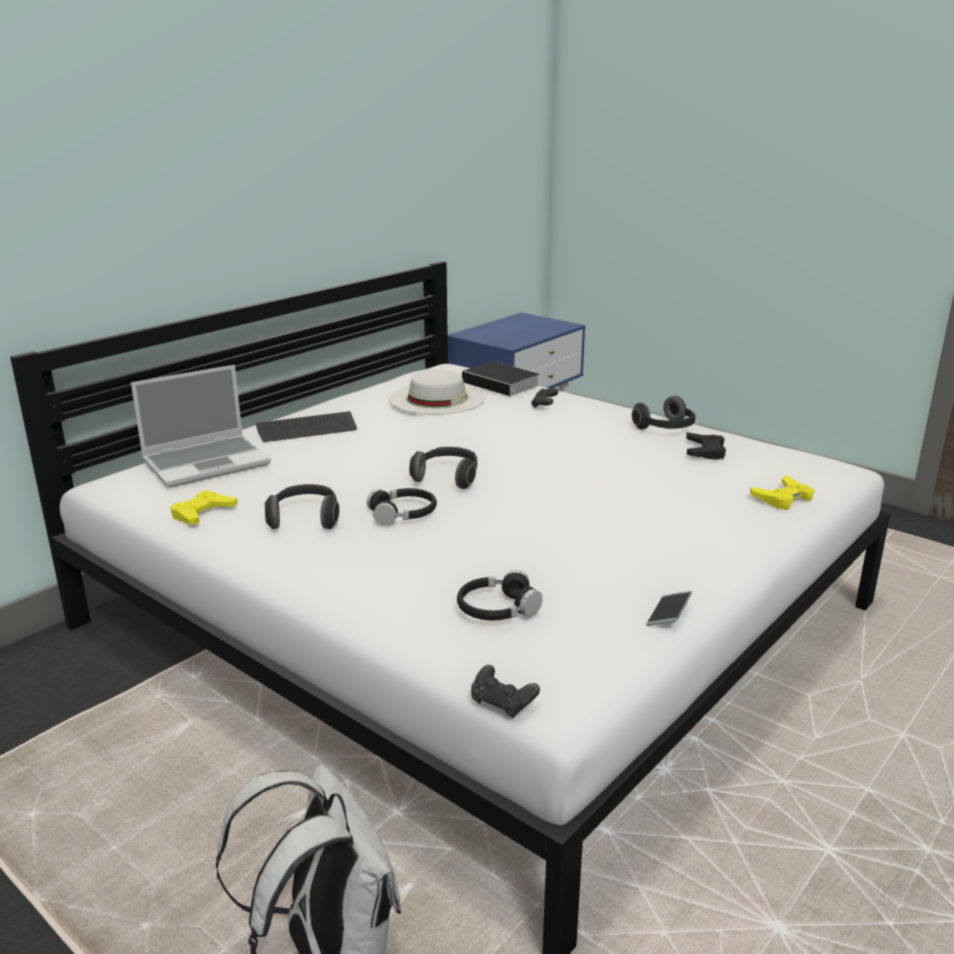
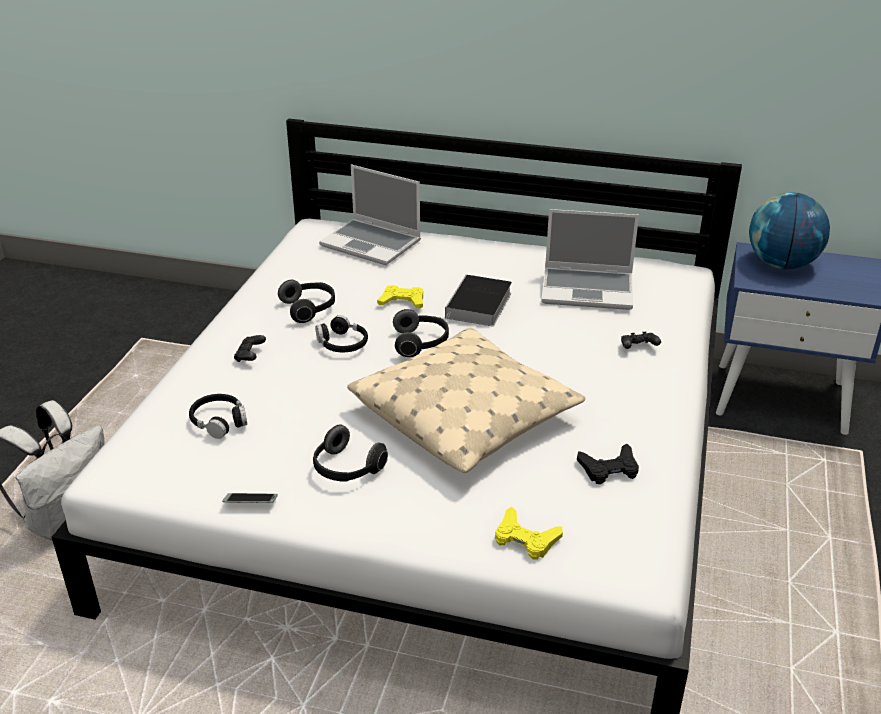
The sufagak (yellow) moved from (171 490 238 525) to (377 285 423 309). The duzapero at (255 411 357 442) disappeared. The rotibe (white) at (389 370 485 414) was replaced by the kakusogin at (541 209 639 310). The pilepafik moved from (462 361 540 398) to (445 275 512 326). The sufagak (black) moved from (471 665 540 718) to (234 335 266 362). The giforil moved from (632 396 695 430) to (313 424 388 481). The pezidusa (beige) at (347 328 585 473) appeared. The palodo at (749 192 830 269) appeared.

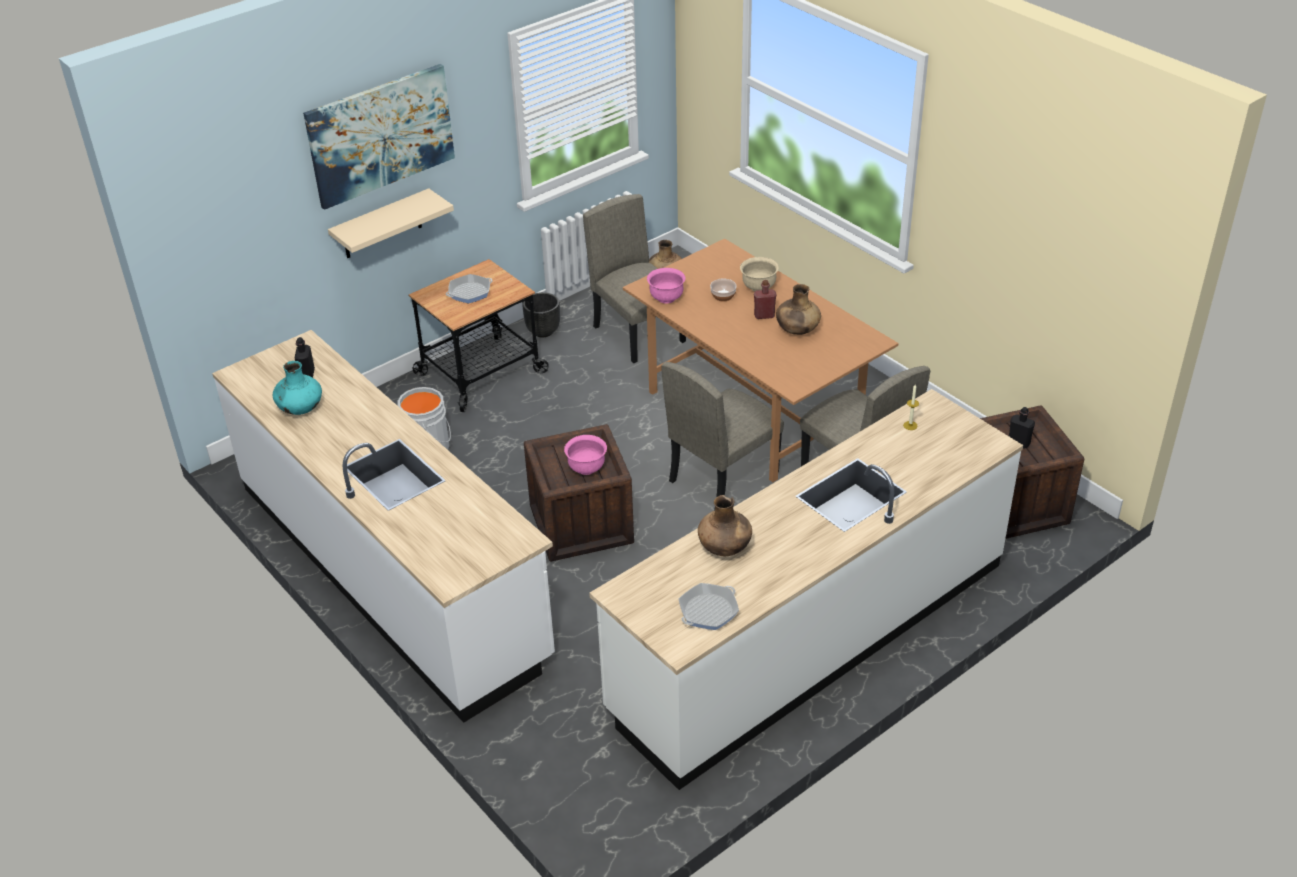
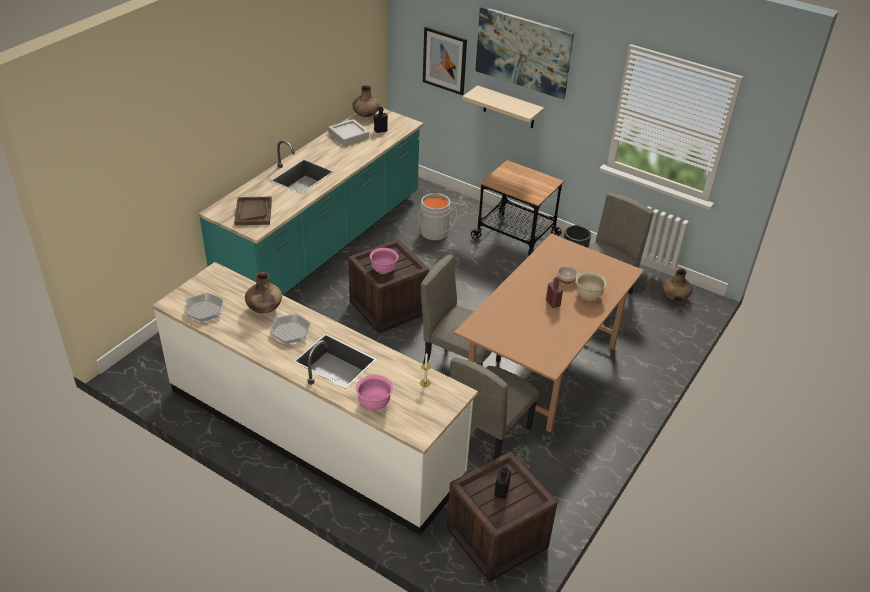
The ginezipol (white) at (212 330 555 723) became the ginezipol (turquoise) at (198 108 424 295). The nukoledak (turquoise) at (273 361 322 415) was replaced by the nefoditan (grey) at (328 119 370 146). The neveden moved from (446 274 492 303) to (270 314 311 344). The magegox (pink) moved from (647 268 685 304) to (356 375 393 410). The nukoledak (brown) moved from (776 284 821 335) to (352 85 380 117). The nefoditan (brown) at (234 197 272 225) appeared. The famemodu at (423 26 467 95) appeared.

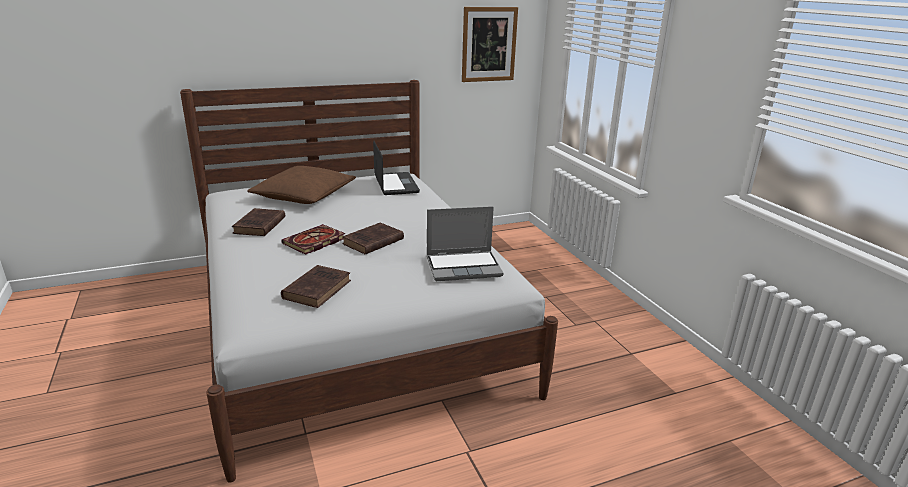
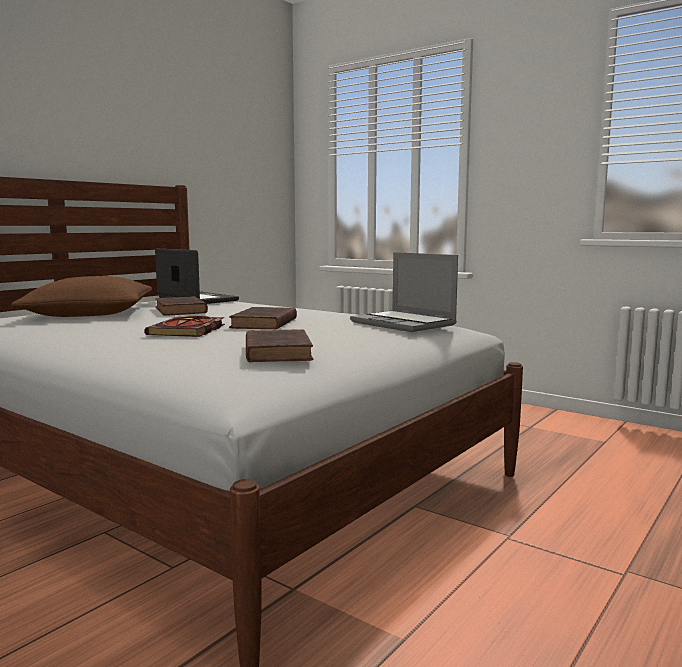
The pilepafik (brown) moved from (232 208 285 236) to (155 296 208 316). The kakusogin at (427 206 503 281) turned 90 degrees clockwise. The famemodu at (462 7 518 82) disappeared.

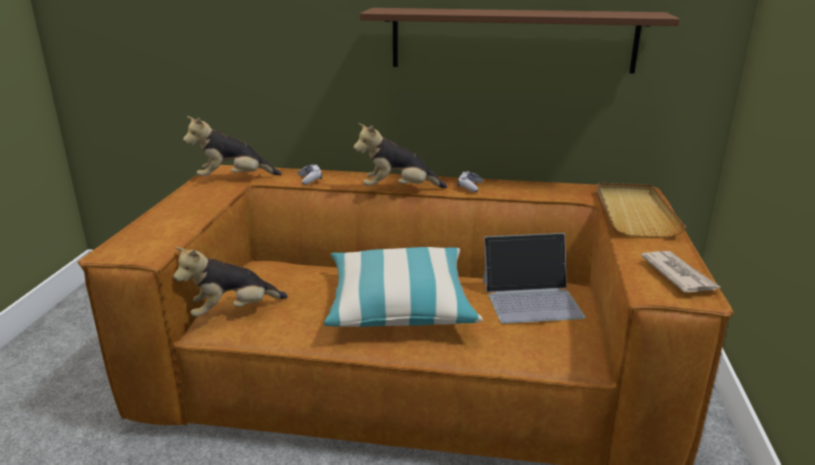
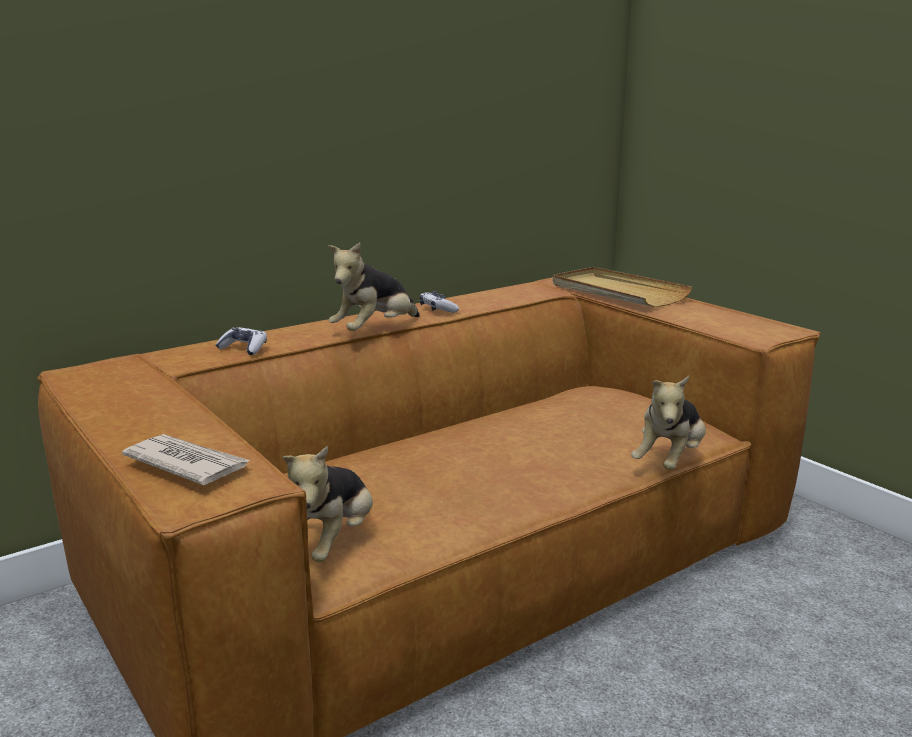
The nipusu moved from (183 116 281 176) to (631 376 706 470). The pezidusa at (324 247 483 327) disappeared. The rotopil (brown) at (360 8 680 74) disappeared. The kakusogin at (483 233 585 324) disappeared. The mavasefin moved from (641 251 720 293) to (122 434 251 485).

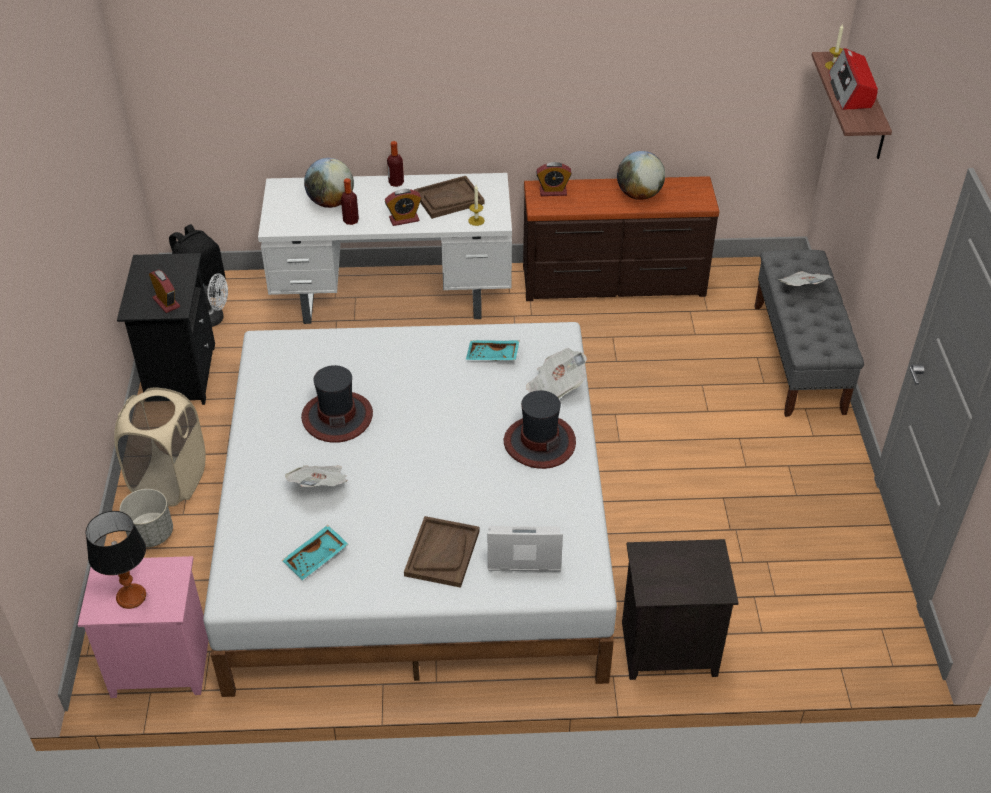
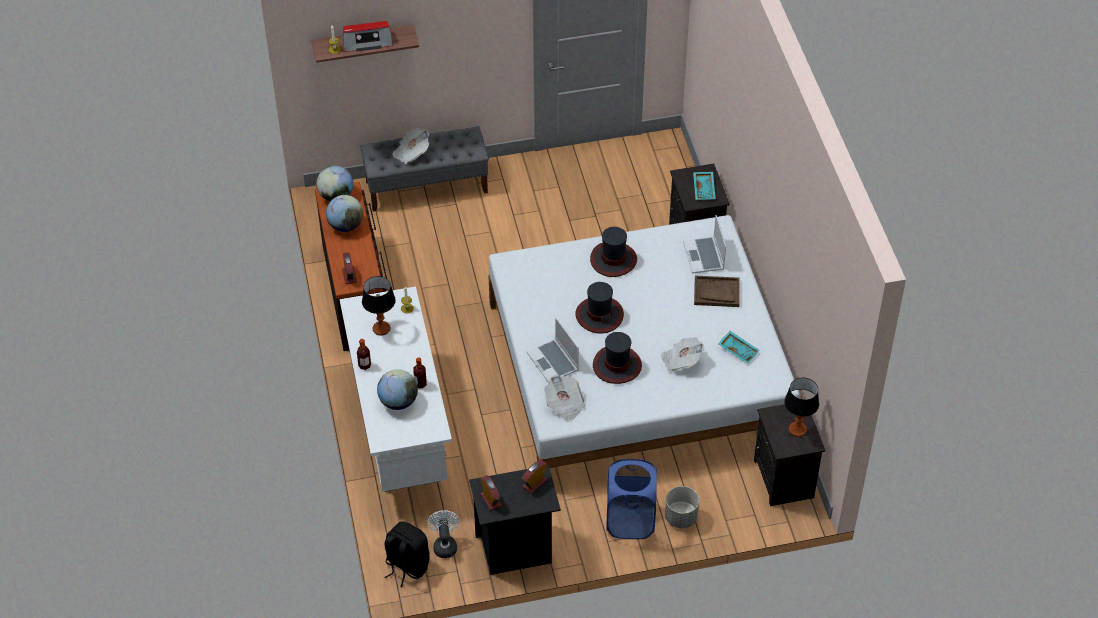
The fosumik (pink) at (78 556 209 698) became the fosumik (black) at (754 404 825 506). The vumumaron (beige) at (114 388 205 507) became the vumumaron (blue) at (606 458 657 539). The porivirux moved from (385 189 422 226) to (480 475 502 511). The nefoditan (brown) at (414 176 485 219) was replaced by the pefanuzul at (362 276 396 336). The nefoditan (turquoise) moved from (466 340 520 361) to (693 172 716 200). The mavasefin moved from (526 348 587 398) to (544 375 586 422). The palodo at (316 165 353 202) appeared. The kakusogin at (527 317 579 383) appeared. The rotibe at (575 282 624 334) appeared.

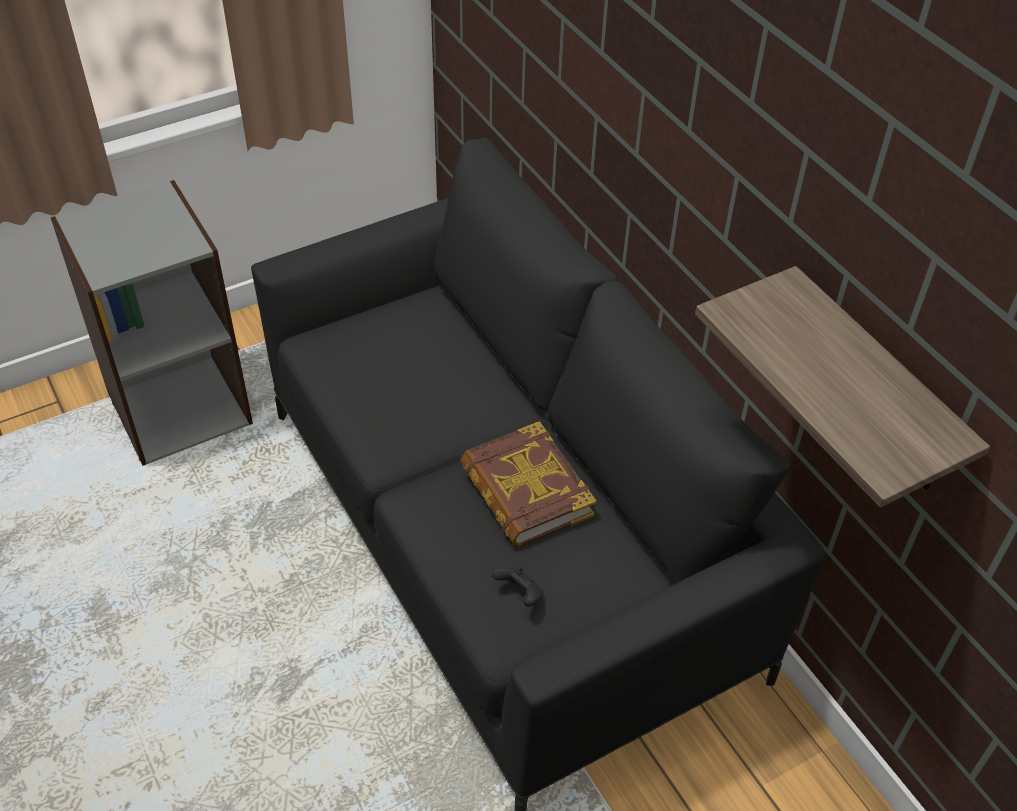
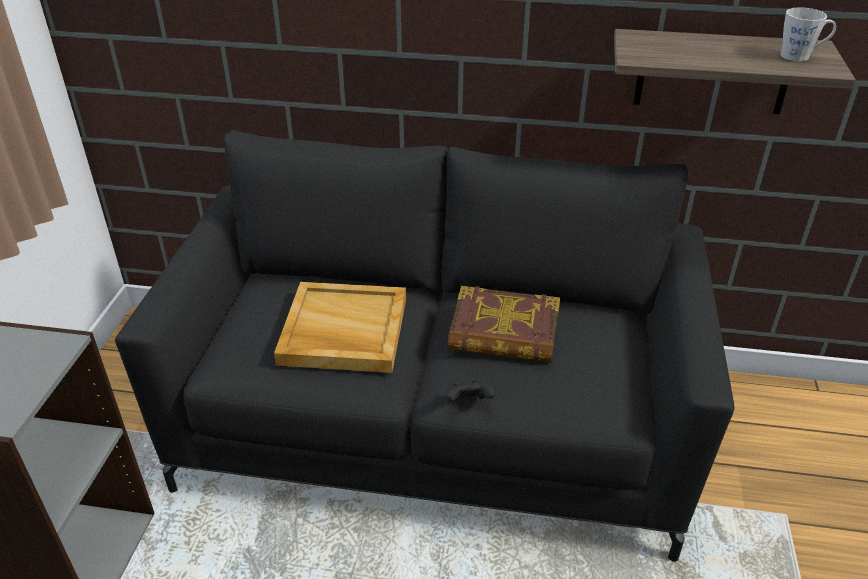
The sufagak (black) moved from (492 567 543 606) to (446 381 495 402). The nefoditan (beige) at (274 282 406 373) appeared. The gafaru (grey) at (780 7 836 61) appeared.

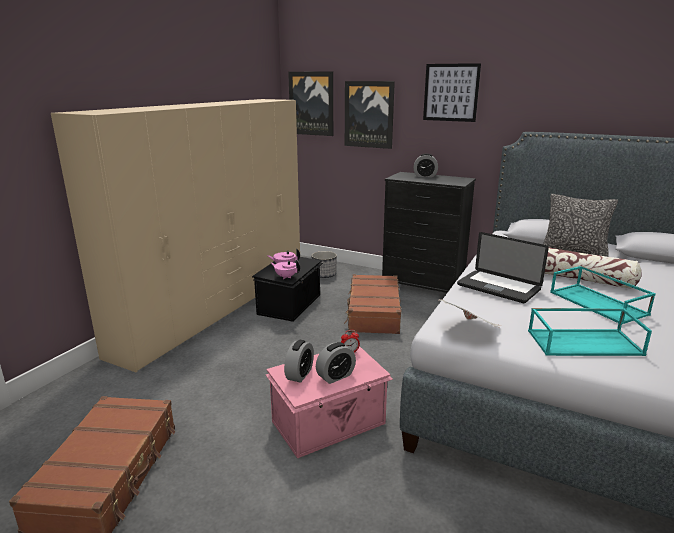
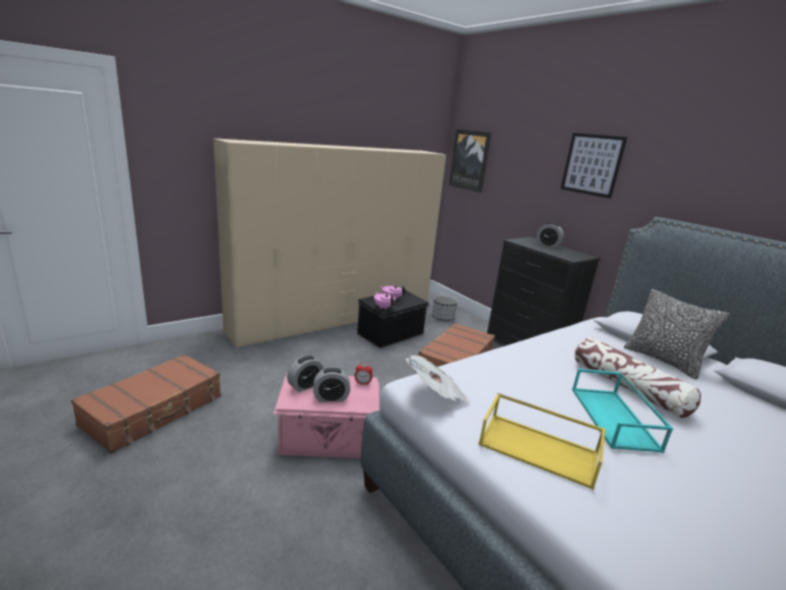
The famemodu at (345 81 395 149) disappeared. The kakusogin at (457 232 549 303) disappeared. The nefoditan (turquoise) at (528 308 652 356) became the nefoditan (yellow) at (478 393 606 490).

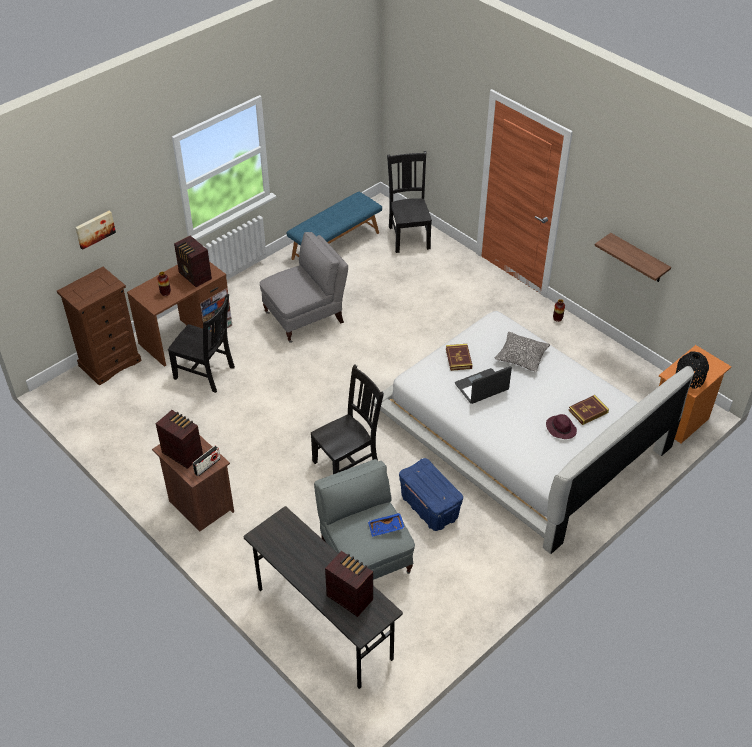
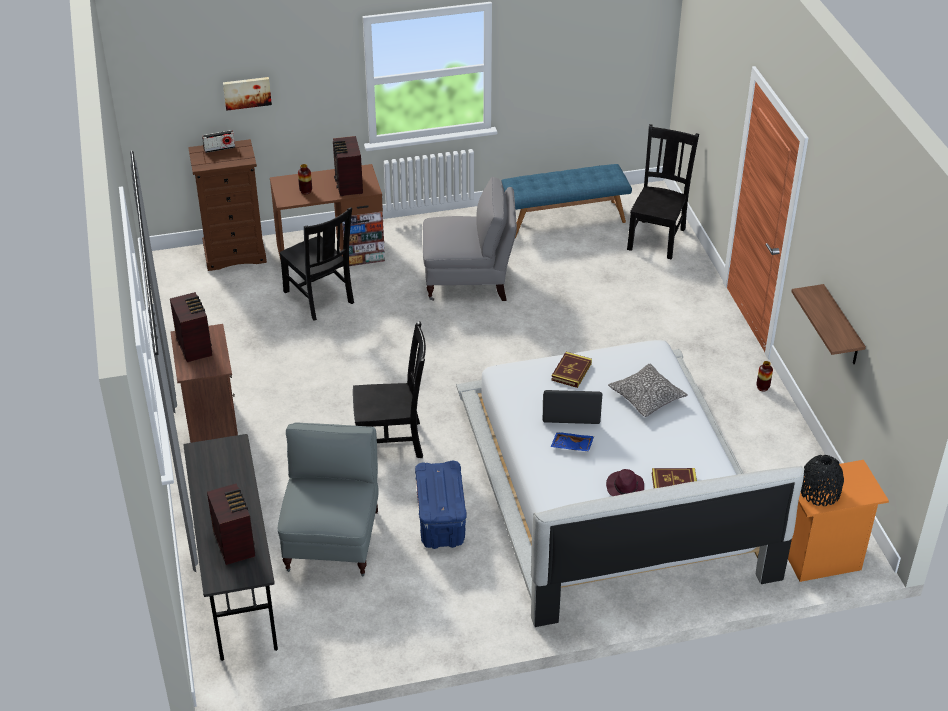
The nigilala moved from (193 446 221 476) to (202 130 235 153). The nefoditan (blue) moved from (368 513 405 537) to (551 432 594 451).

